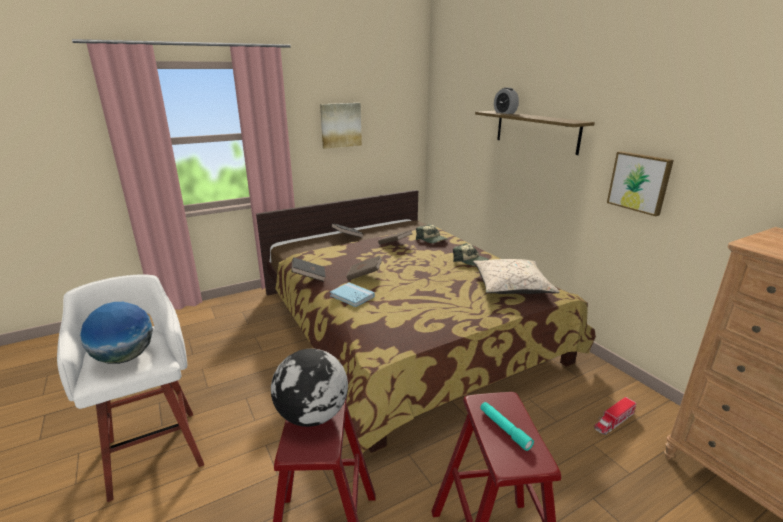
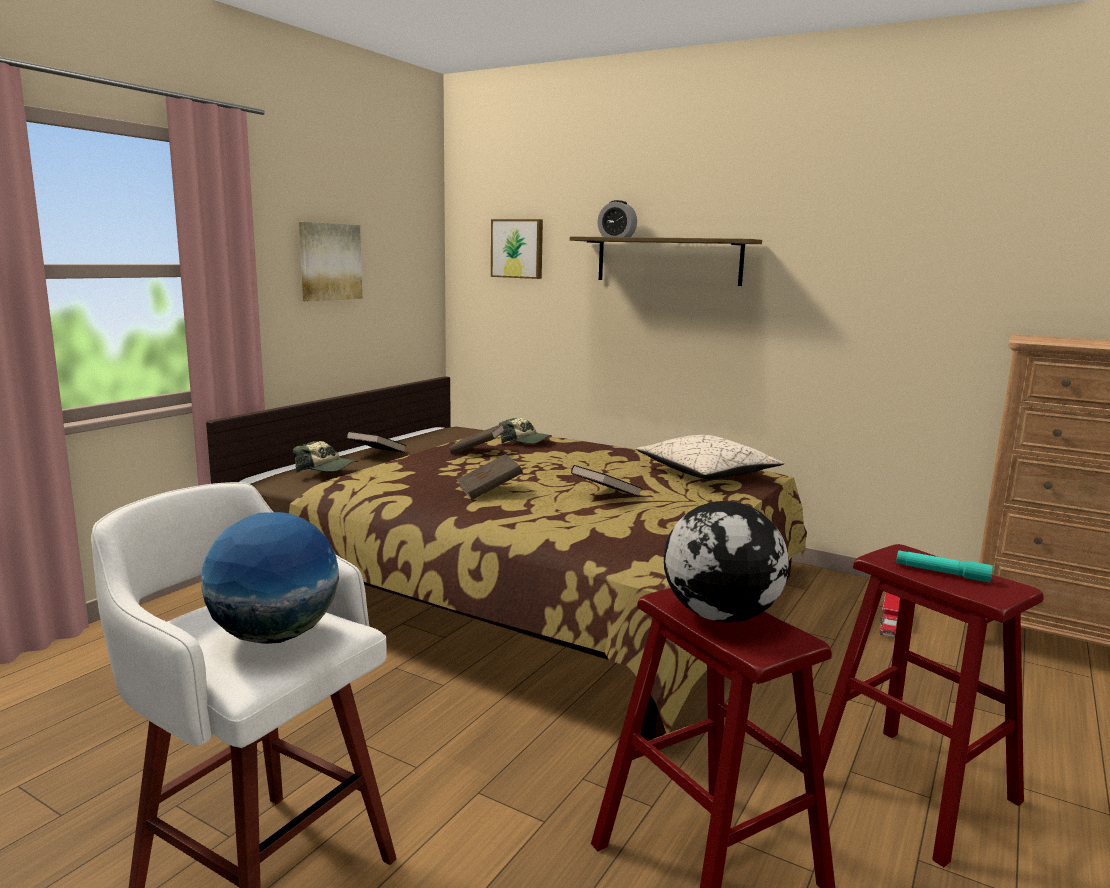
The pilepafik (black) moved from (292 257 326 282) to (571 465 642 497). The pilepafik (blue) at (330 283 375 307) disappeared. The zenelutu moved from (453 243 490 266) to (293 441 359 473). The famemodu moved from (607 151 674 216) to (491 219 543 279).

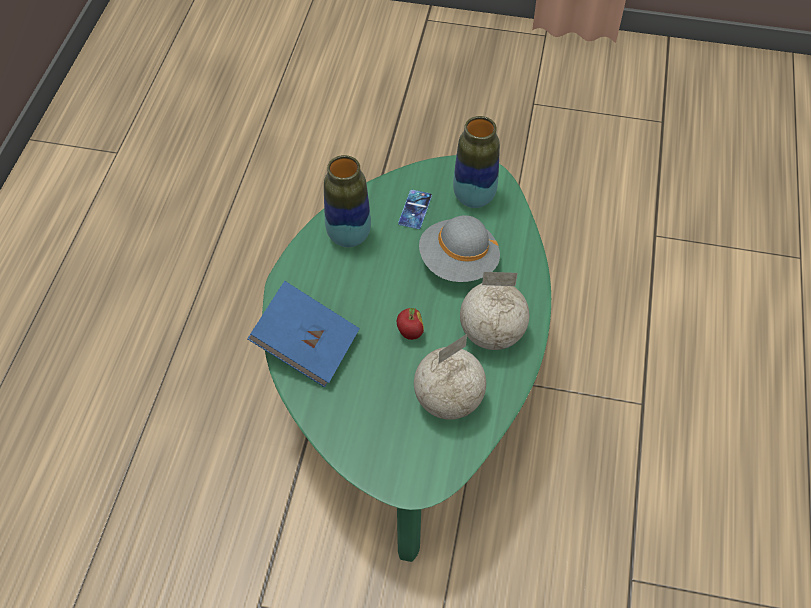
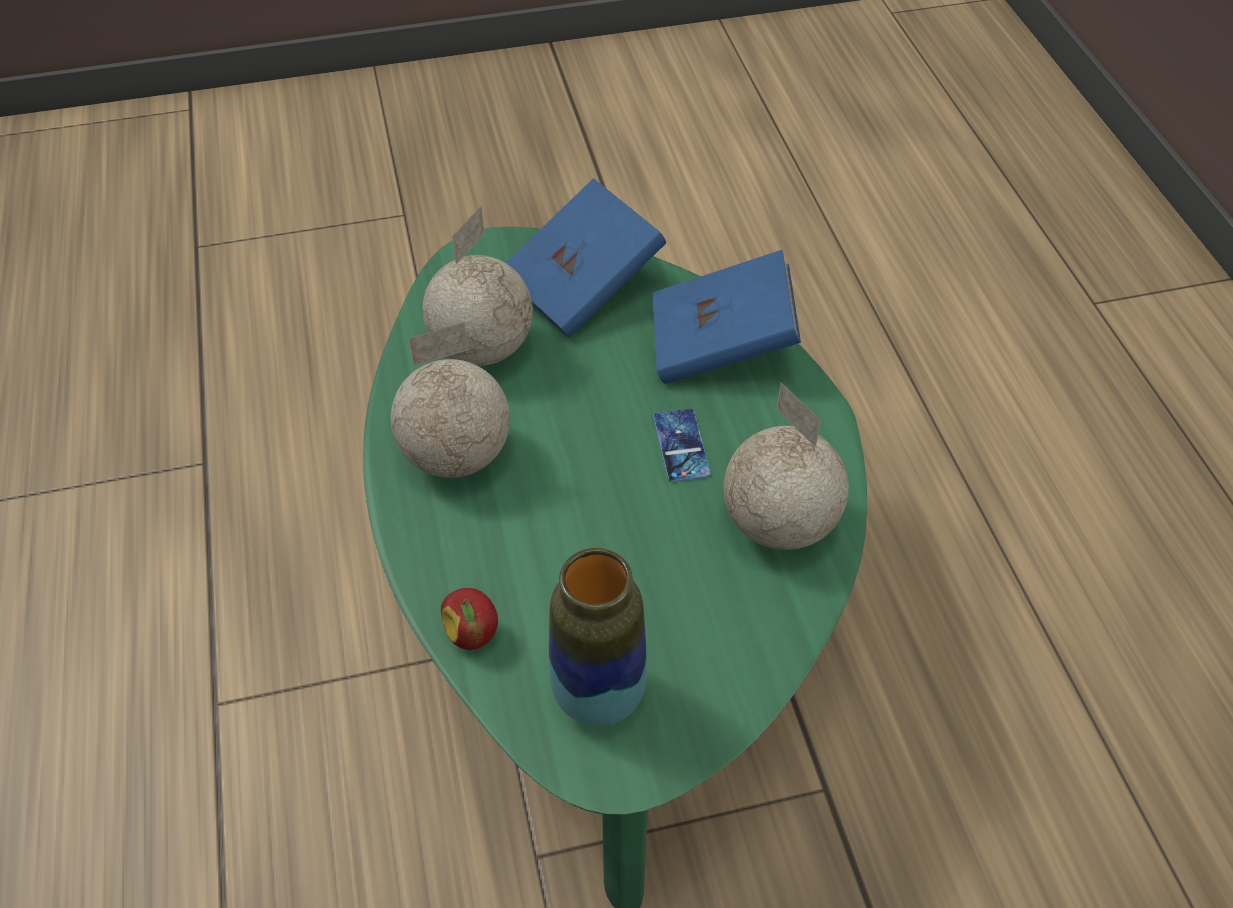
The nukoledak at (324 155 371 247) was replaced by the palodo at (724 382 849 550). The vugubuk moved from (397 308 424 340) to (441 588 498 650). The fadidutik moved from (398 190 432 229) to (653 408 711 482). The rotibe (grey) at (419 215 500 282) disappeared. The pilepafik (blue) at (506 178 666 338) appeared.

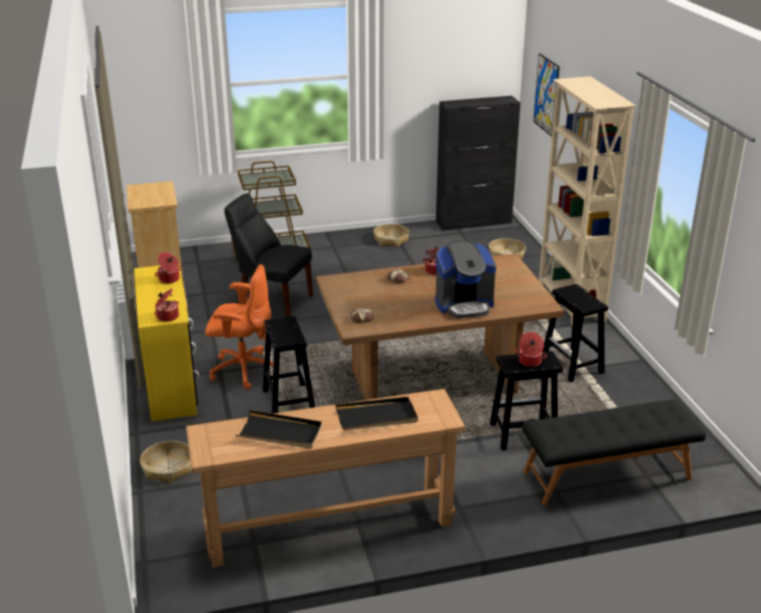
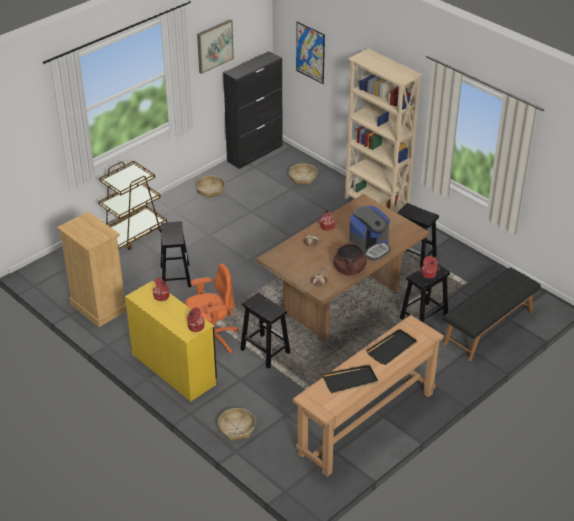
The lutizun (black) at (224 193 313 317) was replaced by the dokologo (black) at (161 221 191 287). The famemodu at (197 19 234 74) appeared. The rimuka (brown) at (333 241 367 276) appeared.

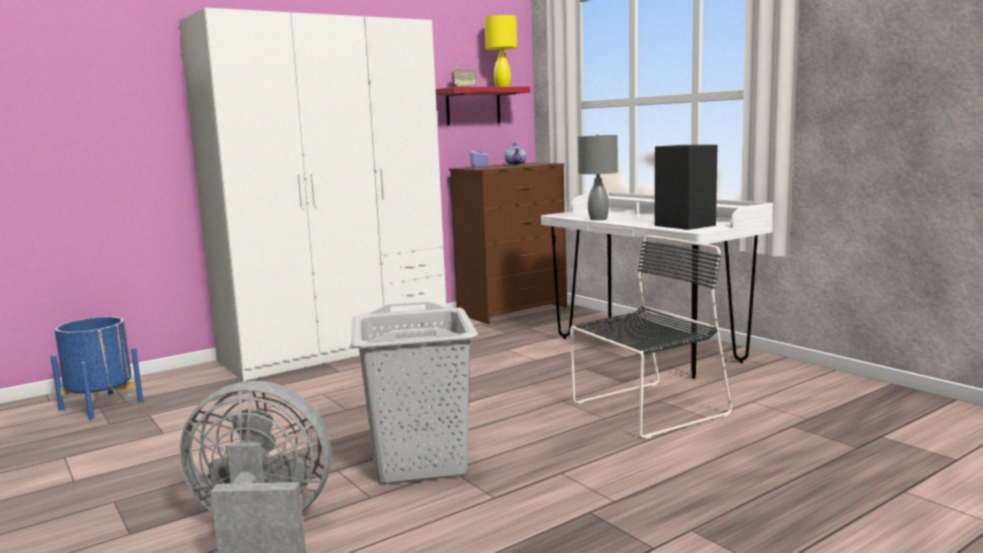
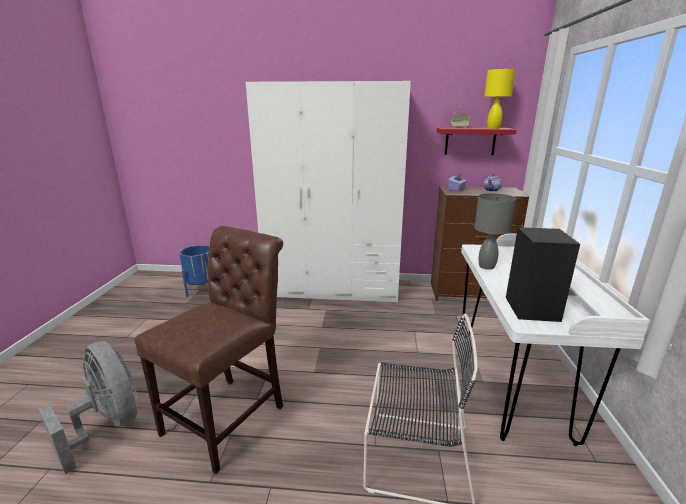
The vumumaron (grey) at (351 301 478 484) was replaced by the lutizun (brown) at (135 226 283 474).

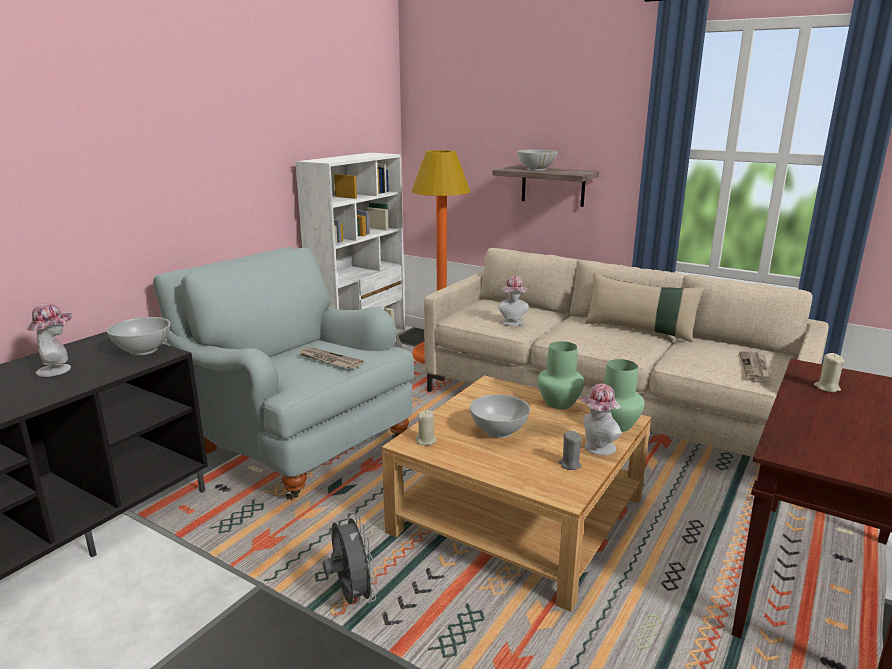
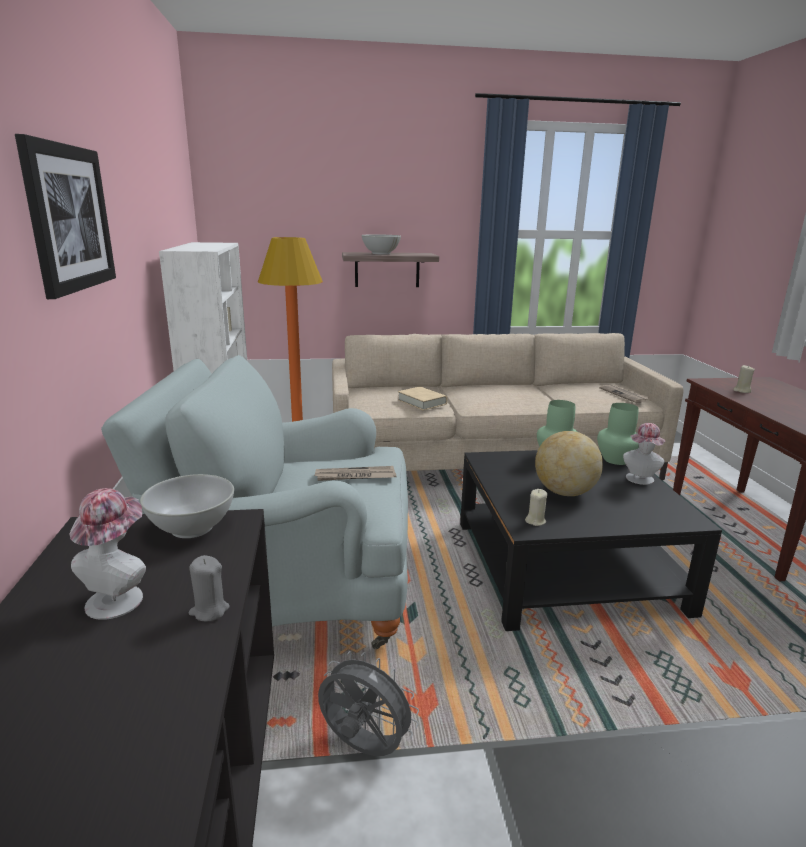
The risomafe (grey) moved from (323 512 377 604) to (318 651 419 756). The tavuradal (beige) at (382 375 651 612) became the tavuradal (black) at (460 448 722 631). The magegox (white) at (470 394 530 438) was replaced by the palodo at (535 431 603 496). The rotibe at (498 276 529 326) was replaced by the pilepafik (beige) at (398 386 447 411). The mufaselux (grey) moved from (558 431 582 470) to (189 555 230 622). The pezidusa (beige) at (585 273 705 342) disappeared. The famemodu at (15 134 116 299) appeared.

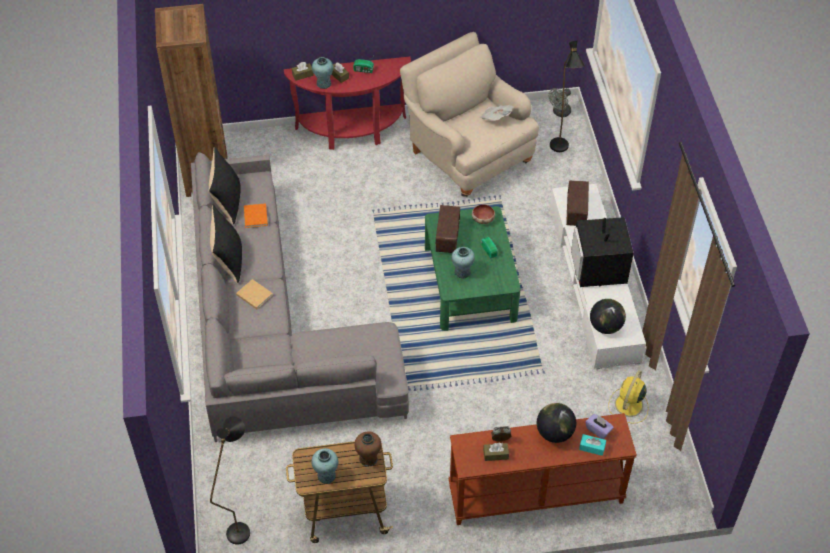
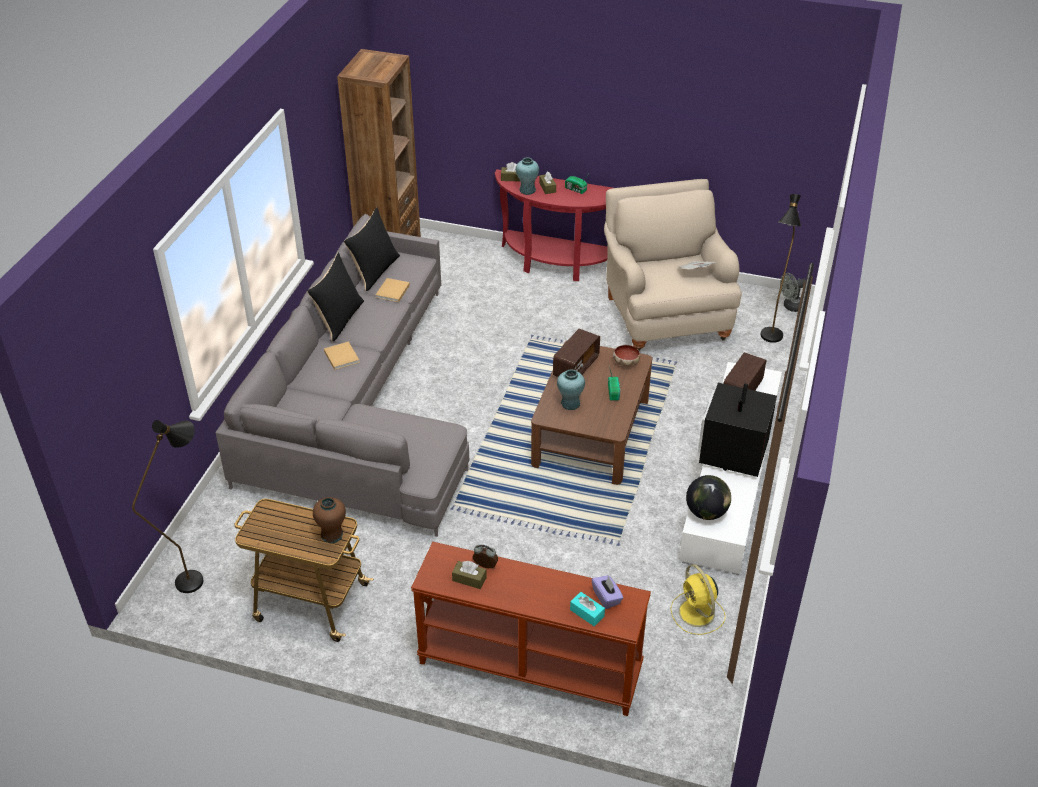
The pilepafik (orange) at (244 203 268 228) became the pilepafik (beige) at (376 278 410 302). The nukoledak (turquoise) at (311 448 338 484) disappeared. The tavuradal (green) at (425 206 521 331) became the tavuradal (brown) at (531 341 652 485). The palodo at (537 403 576 443) disappeared. The risomafe (yellow) at (608 370 648 424) turned 75 degrees counterclockwise.

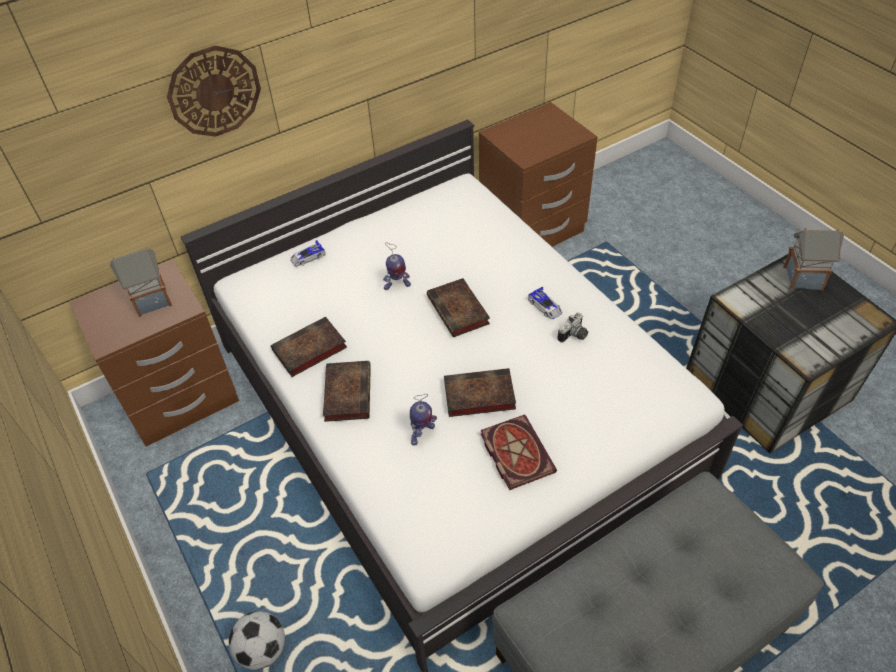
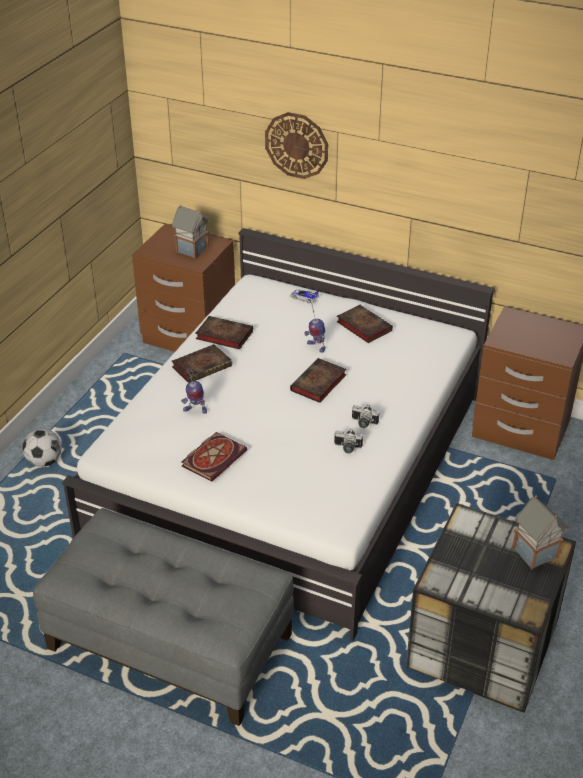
The pilepafik moved from (444 368 516 417) to (337 305 393 343). The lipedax at (528 287 562 319) was replaced by the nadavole at (352 405 379 428).

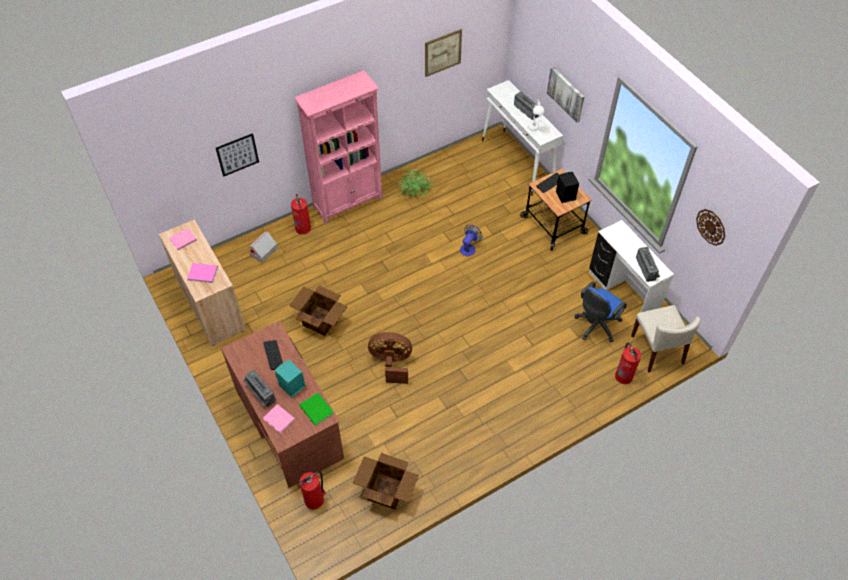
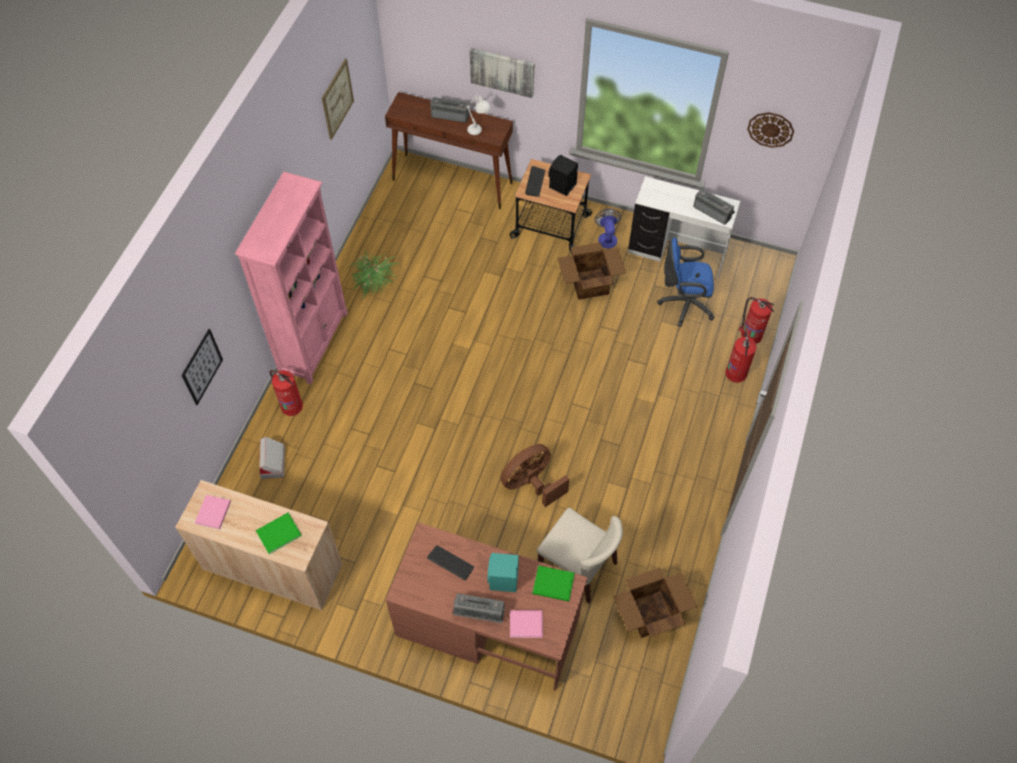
The pilepafik (pink) at (187 263 218 283) became the pilepafik (green) at (256 513 302 554). The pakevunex moved from (289 286 348 336) to (558 242 626 300). The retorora moved from (299 471 325 509) to (725 331 757 383). The risomafe moved from (460 225 483 256) to (594 209 621 249). The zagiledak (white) at (482 80 563 196) became the zagiledak (brown) at (385 92 513 209). The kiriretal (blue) at (574 282 627 342) turned 90 degrees clockwise. The lutizun (beige) moved from (631 305 701 372) to (537 508 623 603).

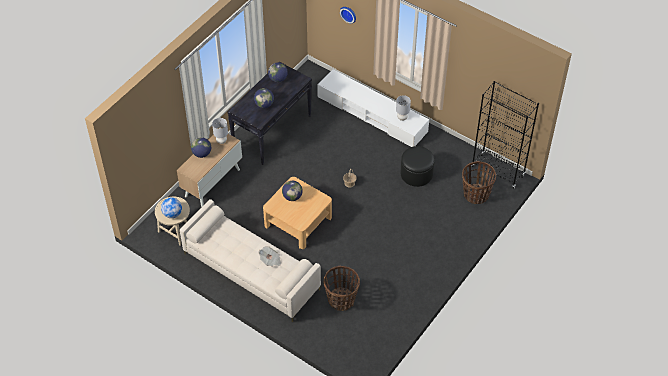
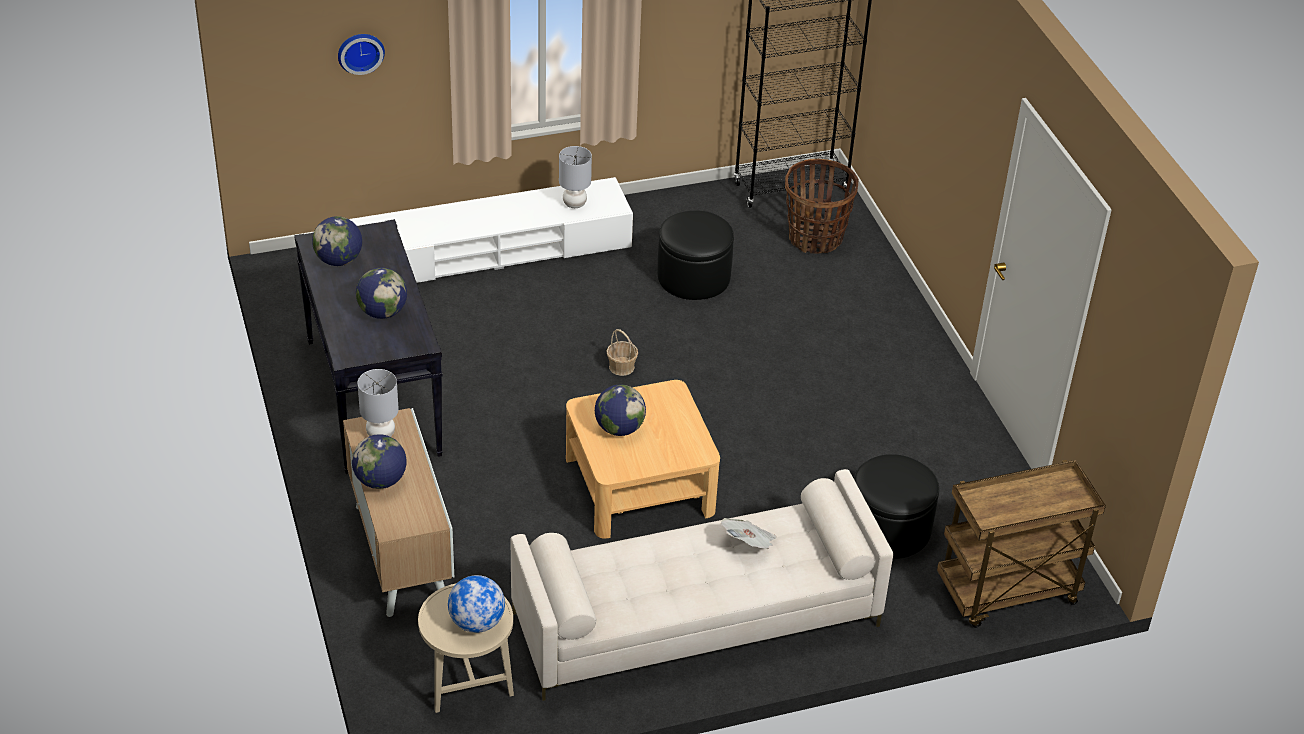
The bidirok at (324 265 360 311) was replaced by the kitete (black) at (854 454 939 559). The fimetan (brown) at (937 460 1106 628) appeared.

